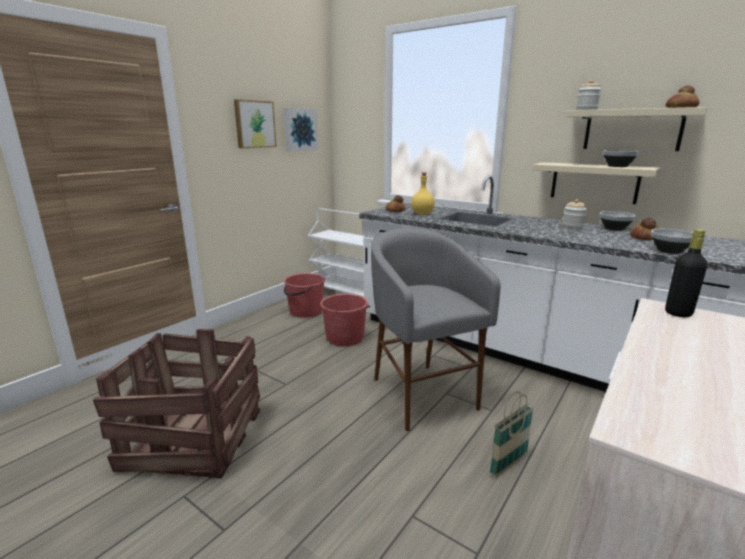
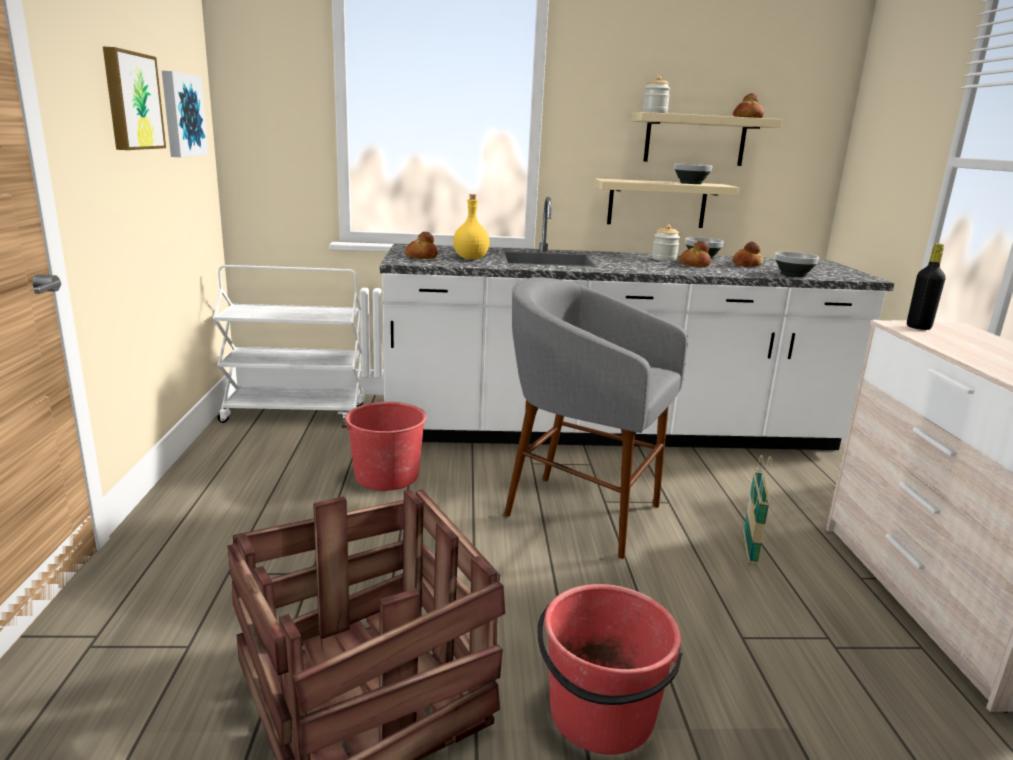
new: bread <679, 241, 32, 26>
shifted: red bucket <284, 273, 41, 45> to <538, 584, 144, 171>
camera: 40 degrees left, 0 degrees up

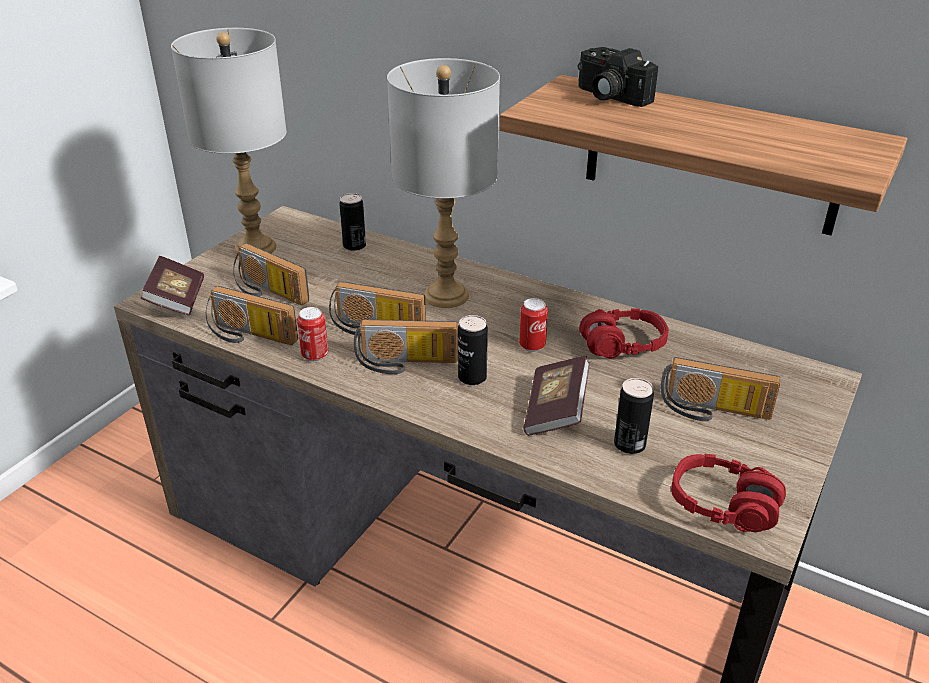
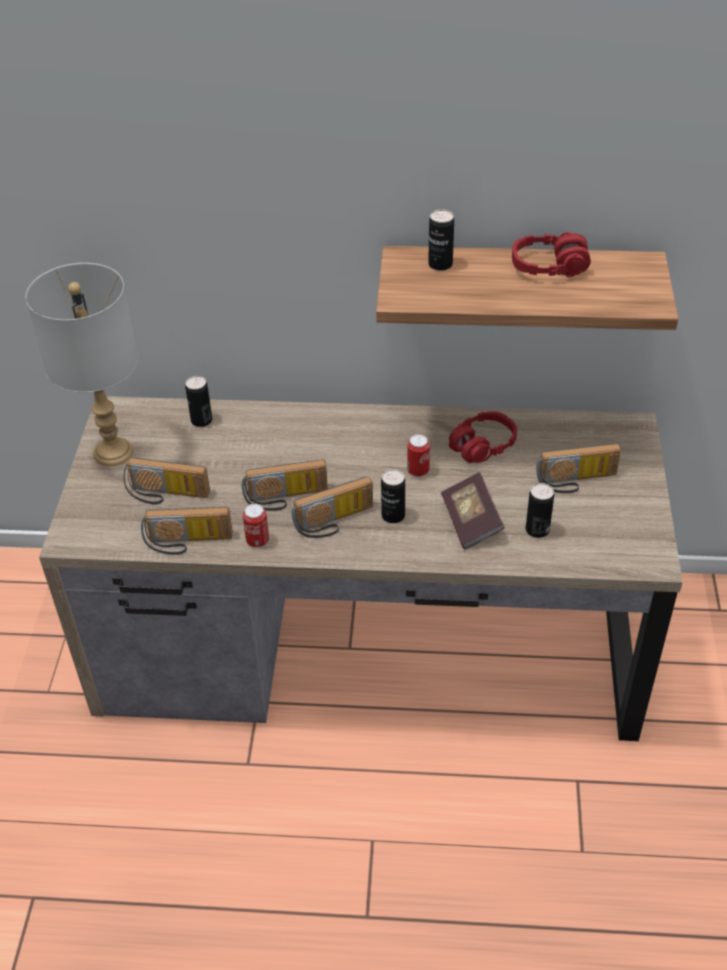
gone: book <141, 256, 63, 60>; grey table lamp <387, 58, 113, 250>
shifted: red headphones <671, 454, 115, 78> to <512, 232, 79, 45>
swapped: photo camera <578, 47, 80, 60> to can <428, 209, 26, 62>
camera: 25 degrees left, 10 degrees up

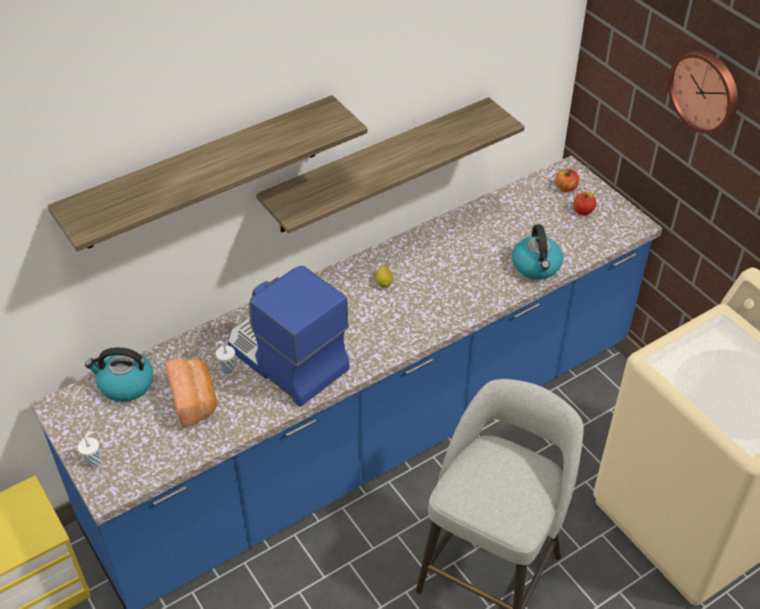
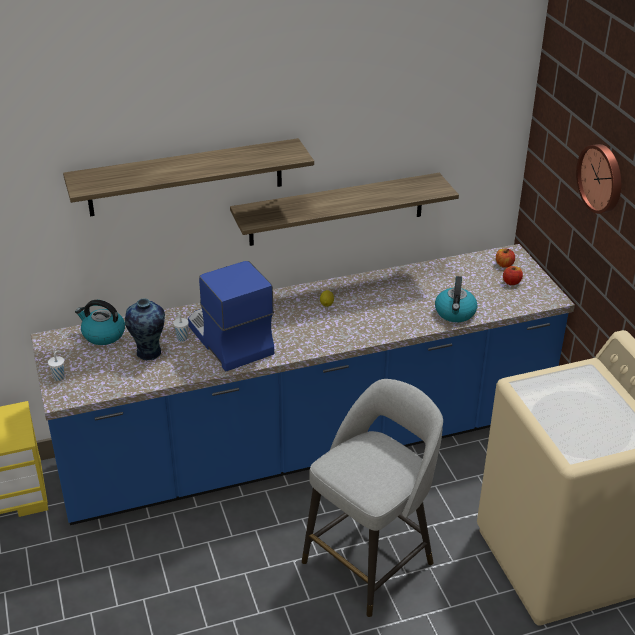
swapped: bread <165, 358, 52, 69> to vase <125, 298, 40, 63>
camera: 15 degrees right, 10 degrees down

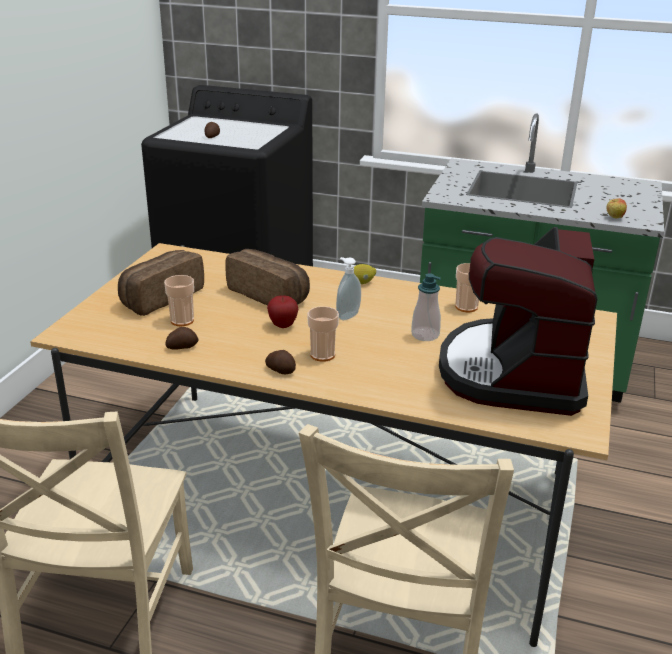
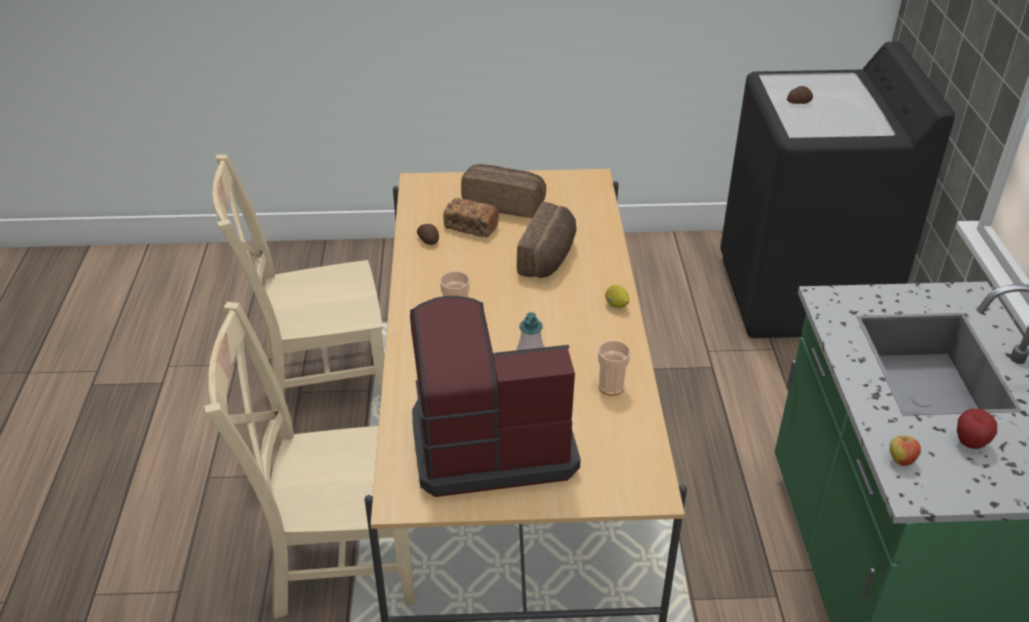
gone: potato <265, 350, 31, 24>; soap dispenser <336, 257, 25, 63>
shifted: apple <267, 296, 32, 32> to <957, 409, 40, 40>
swapped: cup <164, 275, 30, 51> to bread <443, 198, 56, 39>
camera: 70 degrees right, 10 degrees up

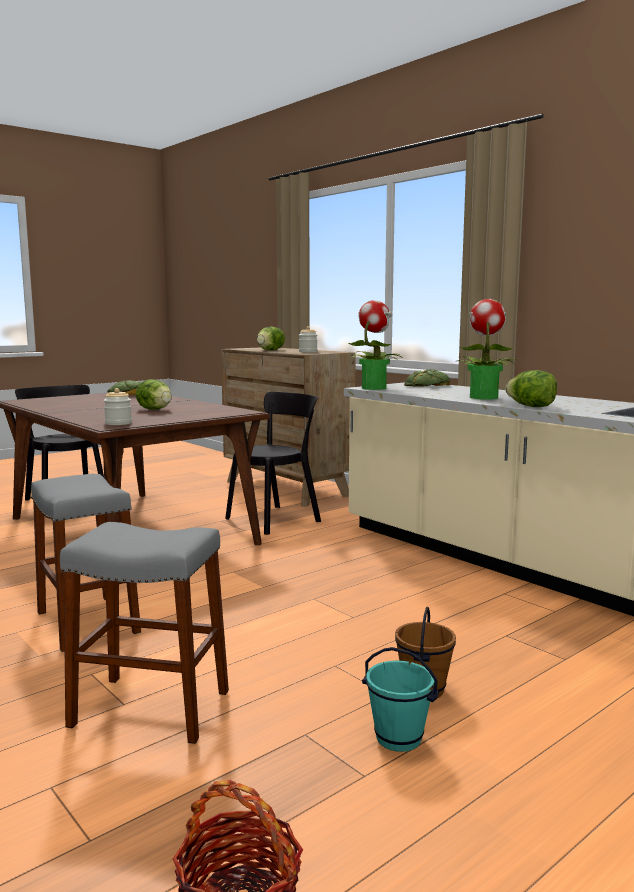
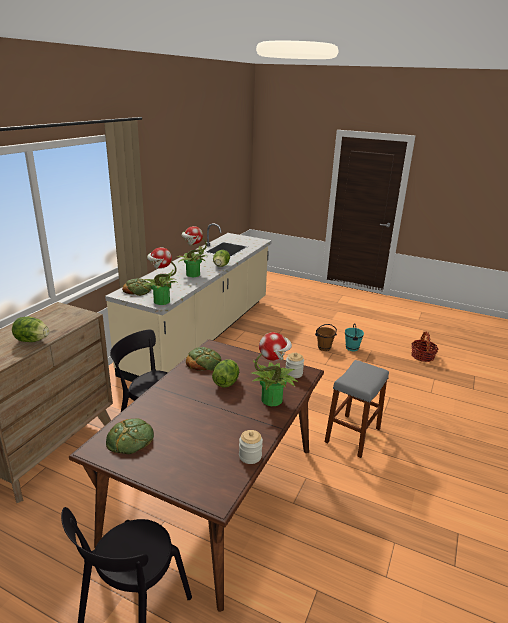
gone: grey stool <60, 522, 169, 222>
new: bread <186, 347, 36, 24>; potted plant <250, 332, 48, 74>
shifted: jar <299, 326, 18, 27> to <239, 430, 24, 34>
camera: 115 degrees left, 15 degrees up

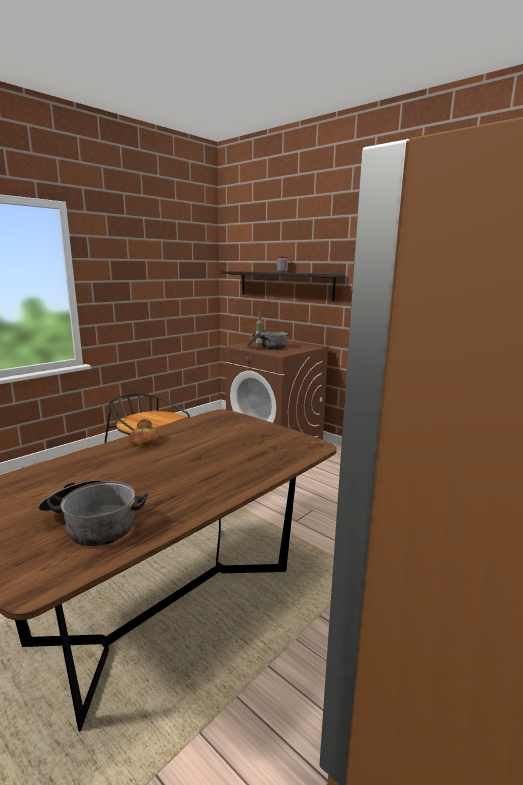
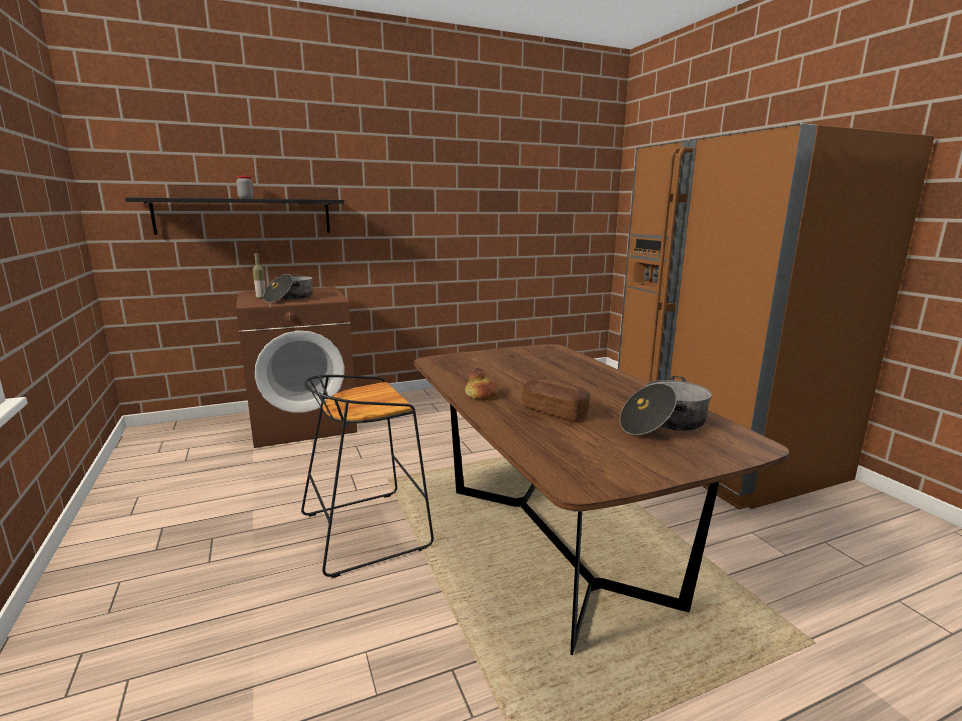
new: bread <521, 378, 69, 42>
camera: 65 degrees left, 0 degrees up

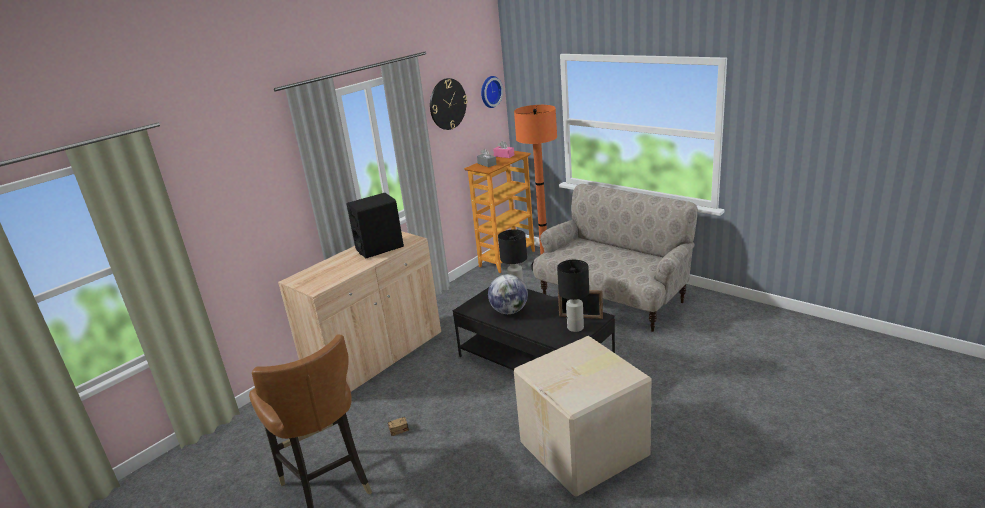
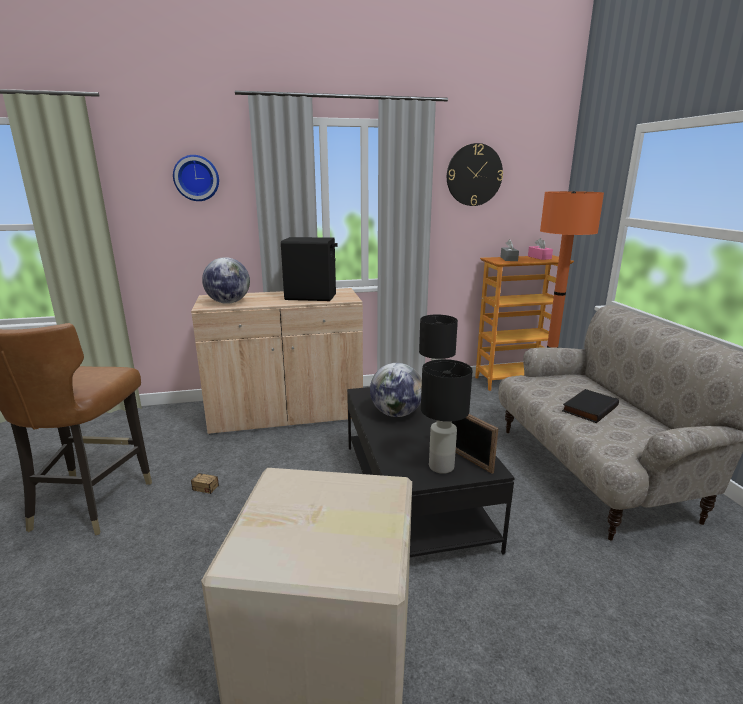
new: globe <202, 257, 48, 47>; black book <562, 389, 57, 34>
shifted: wall clock <481, 76, 22, 32> to <173, 155, 46, 46>
camera: 35 degrees right, 5 degrees down

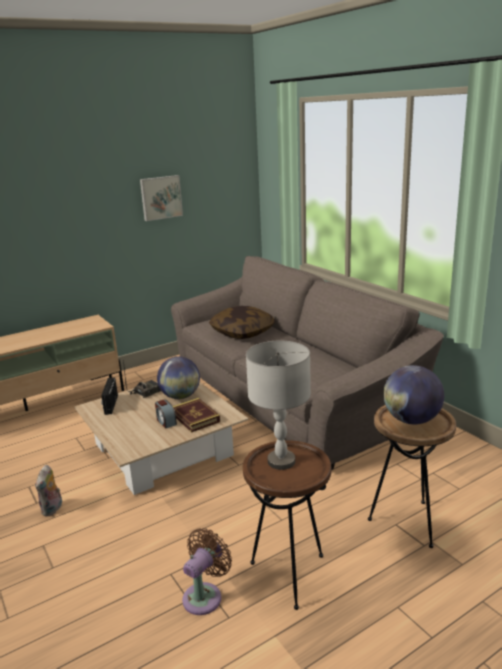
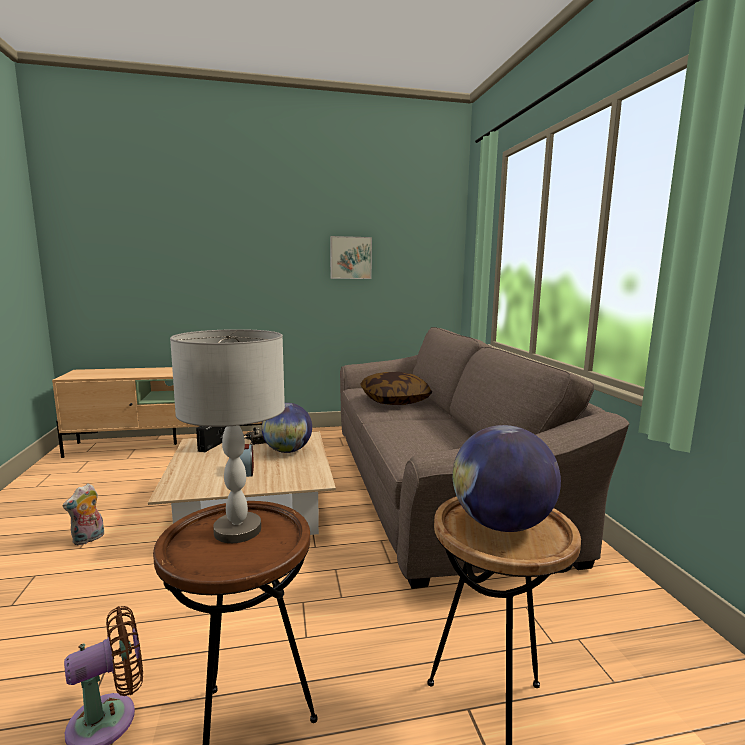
gone: book <173, 398, 47, 35>
camera: 20 degrees right, 10 degrees down

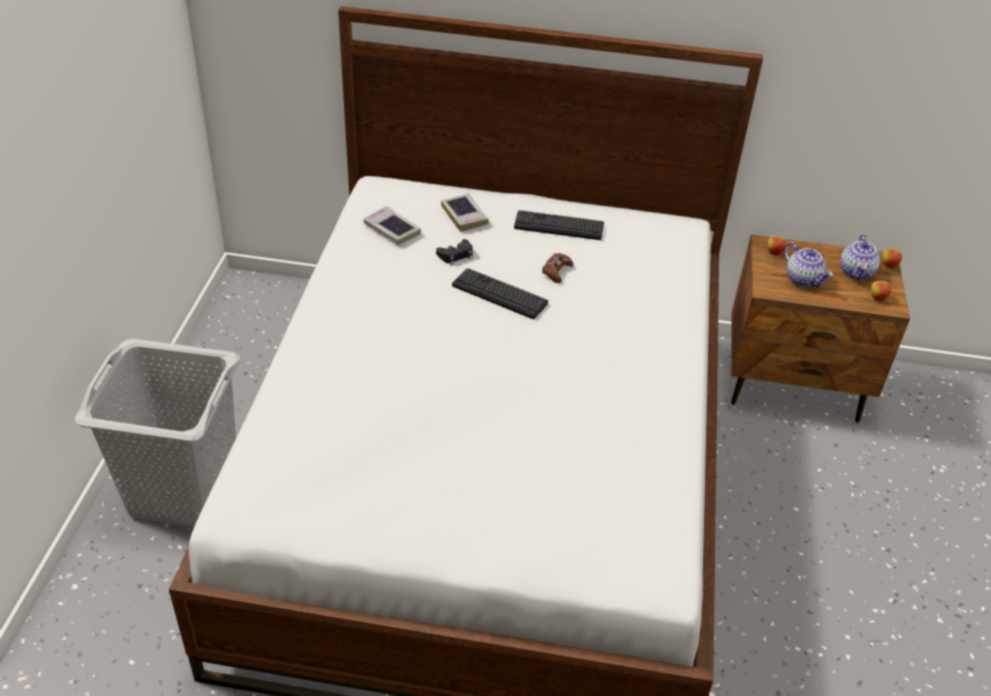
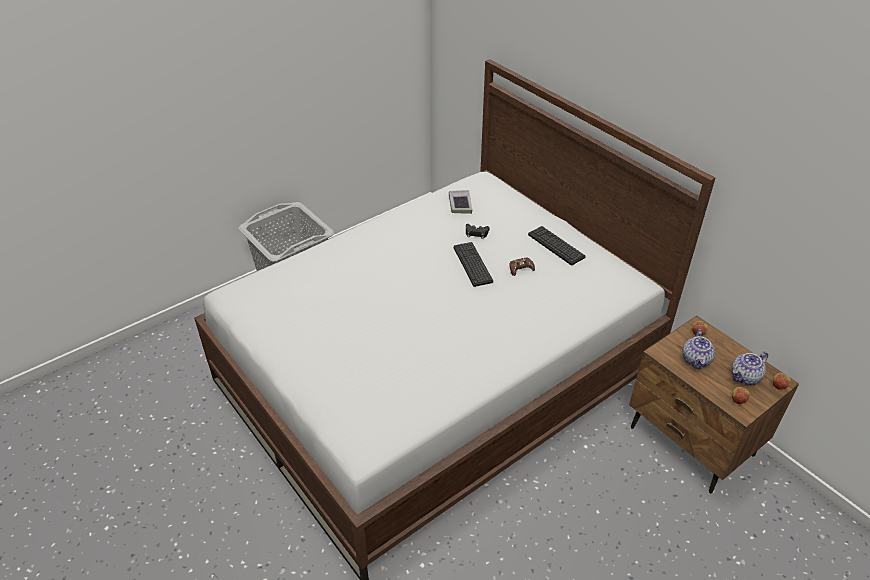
gone: book <441, 194, 48, 38>
camera: 45 degrees right, 0 degrees up

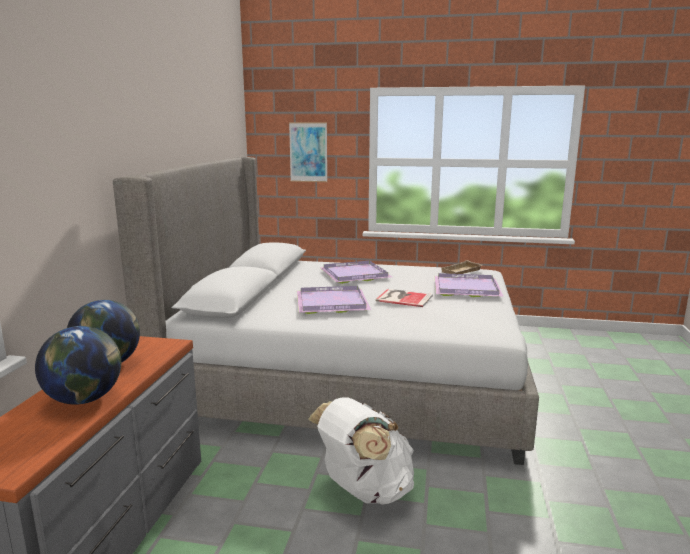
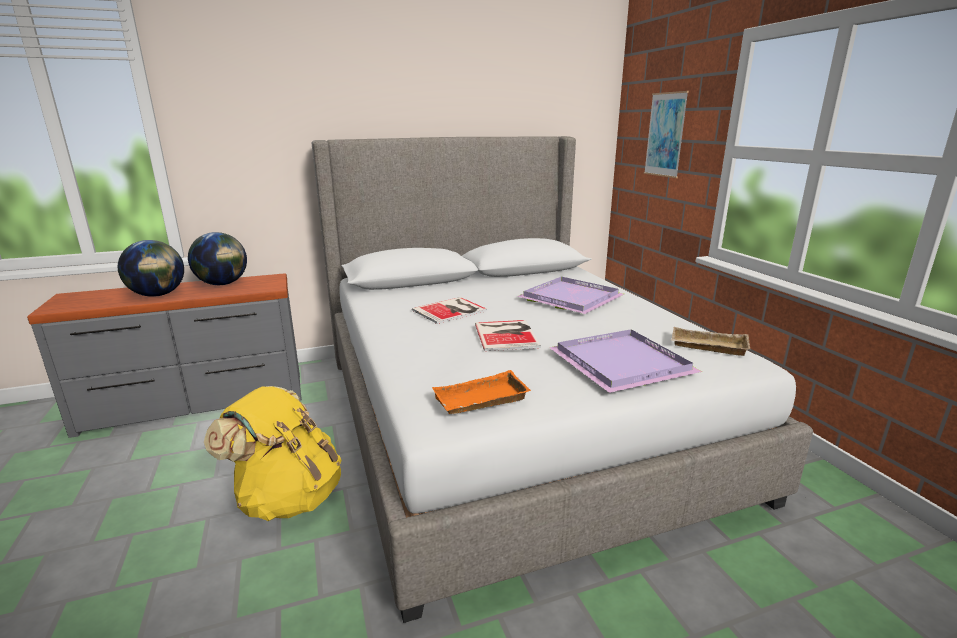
new: orange tray <432, 370, 99, 44>
swapped: purple tray <297, 286, 74, 28> to book <412, 297, 75, 27>
repainted: white backpack <308, 397, 106, 108> to yellow backpack <204, 386, 138, 135>
camera: 60 degrees right, 5 degrees up

